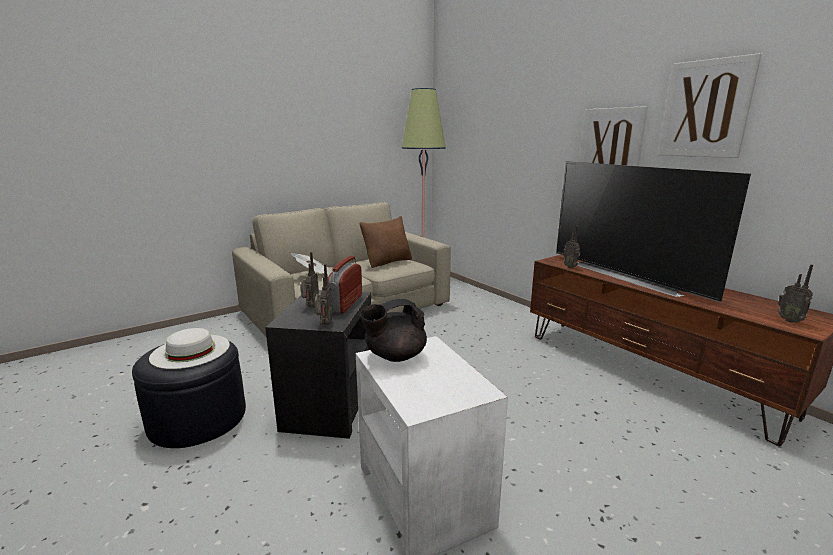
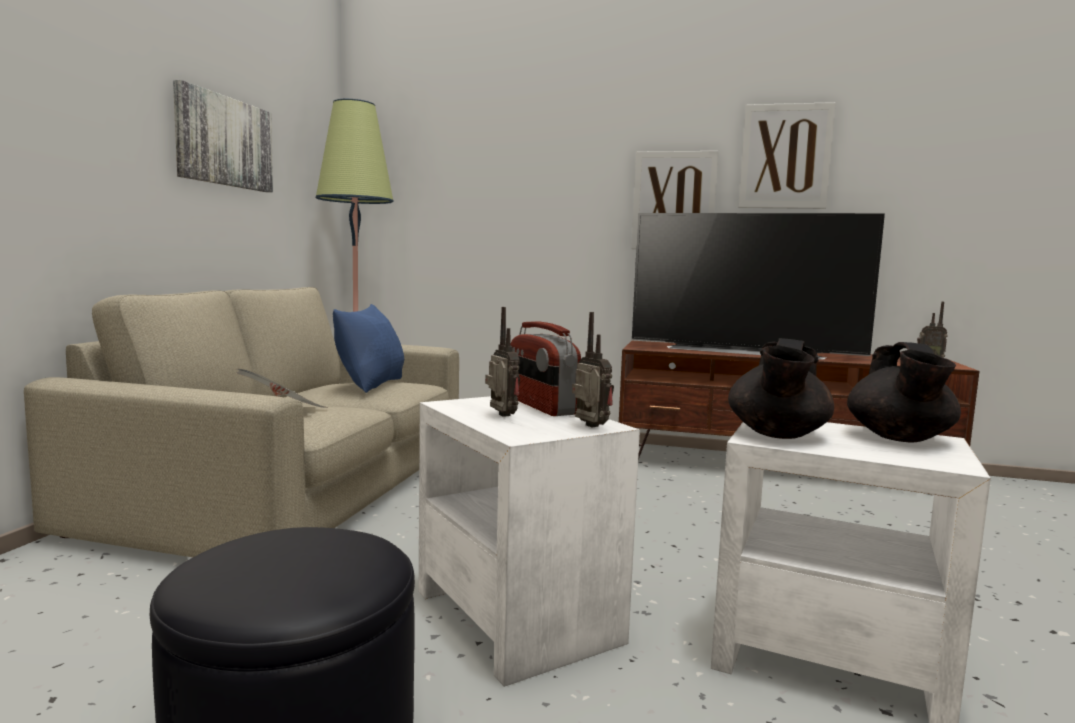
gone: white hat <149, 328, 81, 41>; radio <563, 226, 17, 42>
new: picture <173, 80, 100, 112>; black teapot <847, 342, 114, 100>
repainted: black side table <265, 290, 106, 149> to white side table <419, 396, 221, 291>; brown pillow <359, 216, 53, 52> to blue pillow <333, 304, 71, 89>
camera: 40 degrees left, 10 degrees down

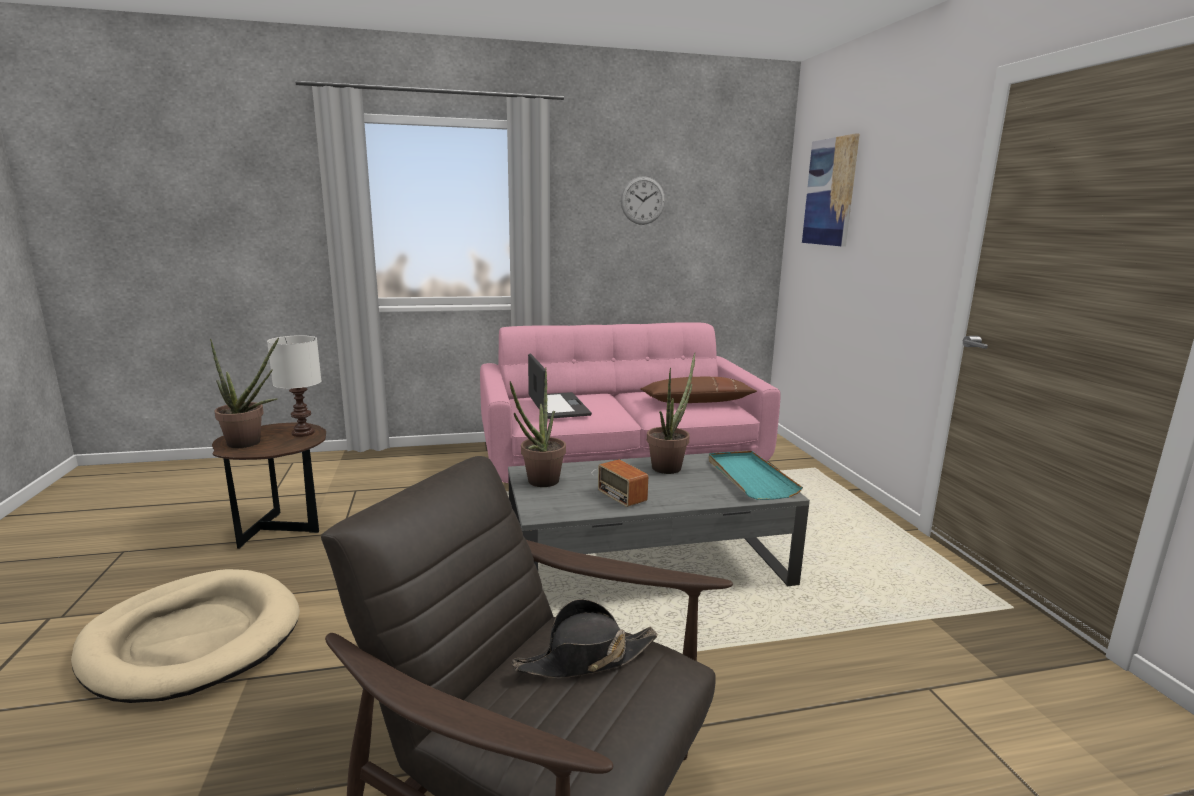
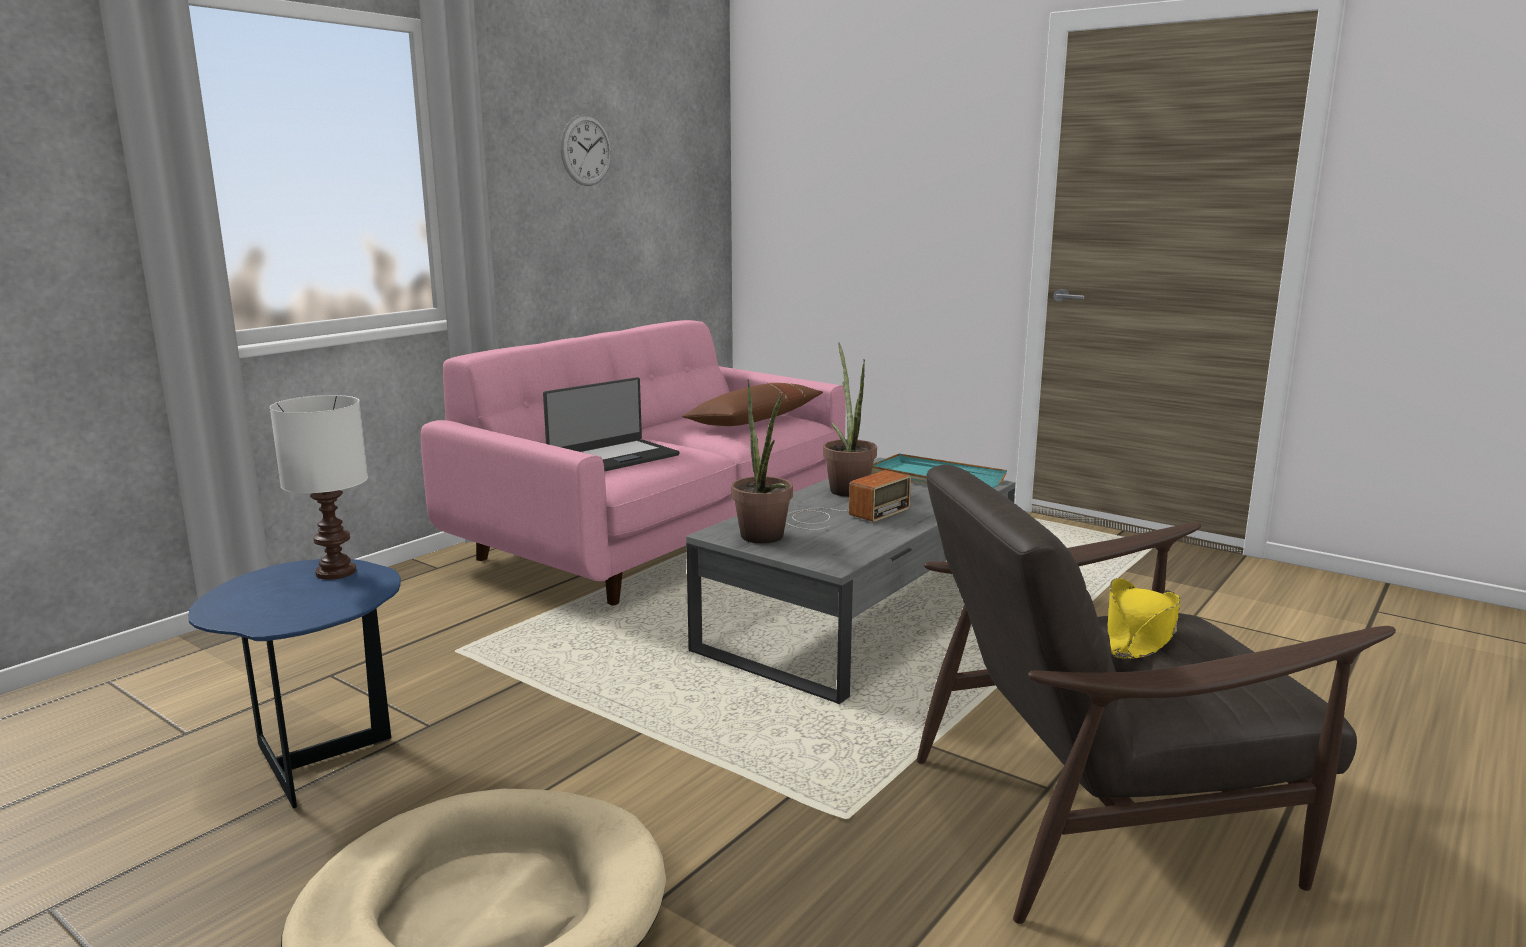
gone: potted plant <210, 338, 69, 110>; picture <802, 133, 58, 114>
repainted: brown side table <212, 422, 114, 127> to blue side table <189, 559, 212, 250>; black hat <512, 599, 146, 79> to yellow hat <1108, 578, 72, 81>
rotated: laptop <528, 353, 64, 66> = <543, 377, 136, 94> 105 degrees clockwise; radio <592, 459, 57, 48> = <786, 470, 125, 60> 60 degrees counterclockwise
camera: 40 degrees left, 0 degrees up

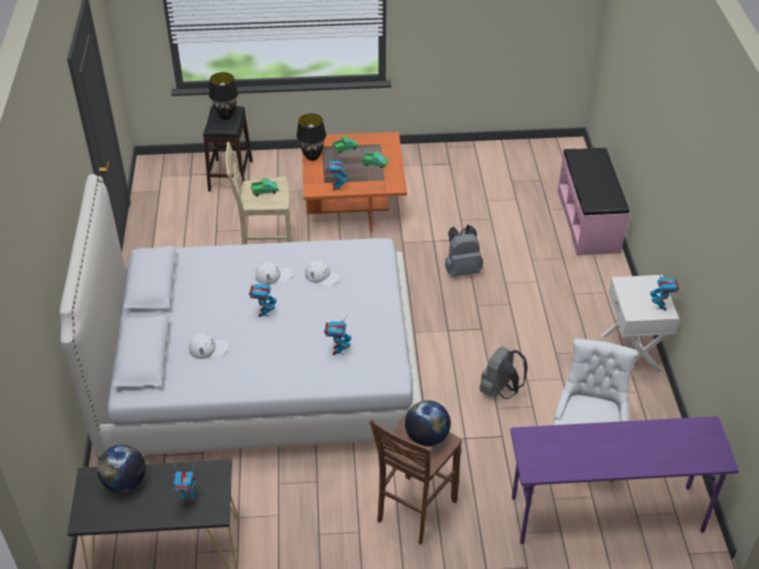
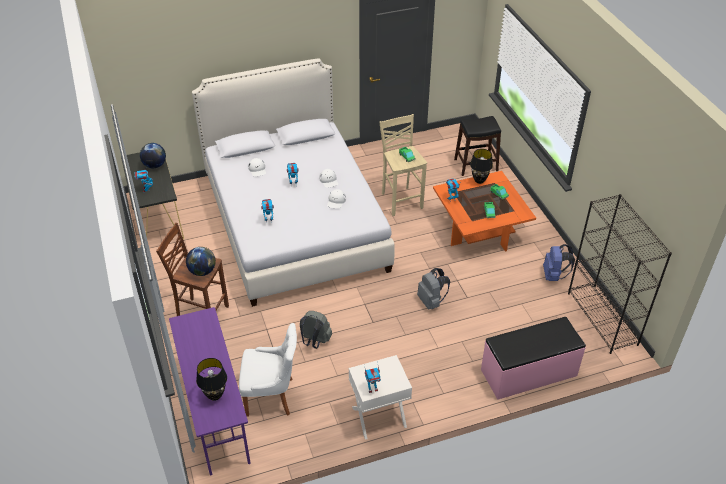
new: blue backpack <543, 244, 32, 37>; black bookcase <568, 194, 104, 160>
shifted: black table lamp <209, 72, 29, 48> to <196, 358, 31, 43>
camera: 75 degrees right, 0 degrees up

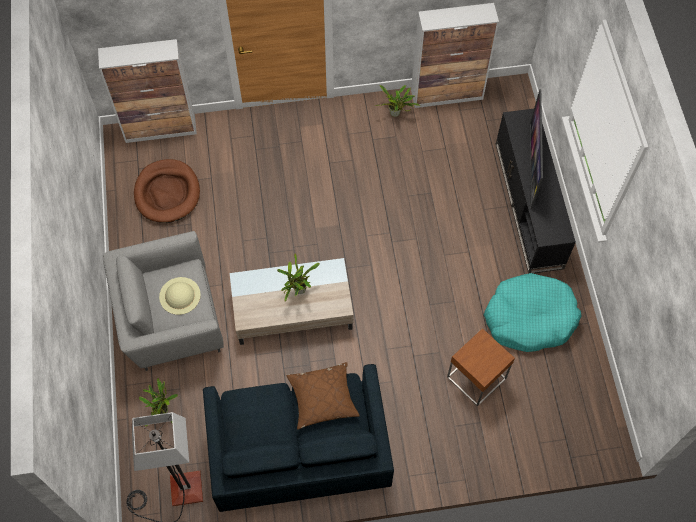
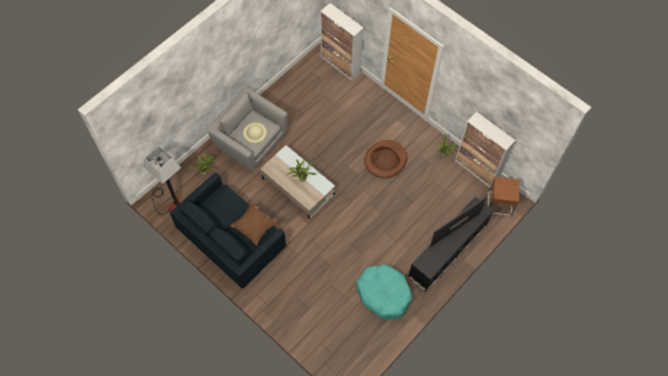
shifted: brown dog bed <134, 159, 66, 64> to <364, 140, 43, 38>; brown side table <447, 328, 68, 78> to <488, 177, 32, 39>
camera: 50 degrees right, 0 degrees up

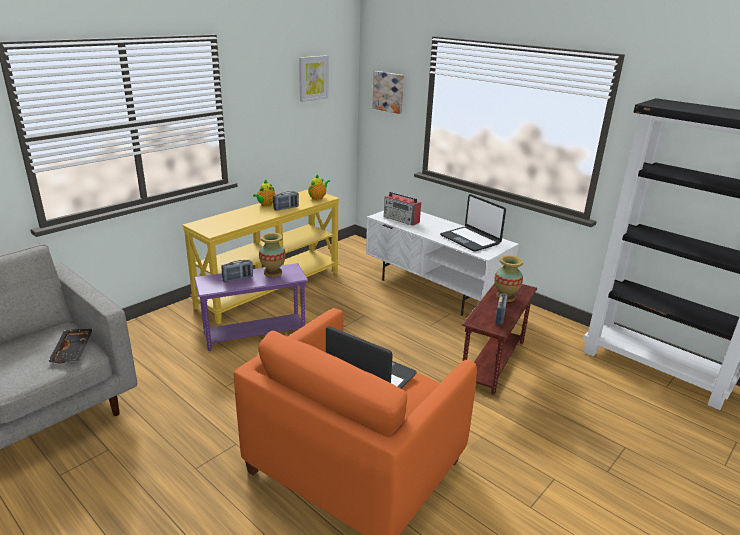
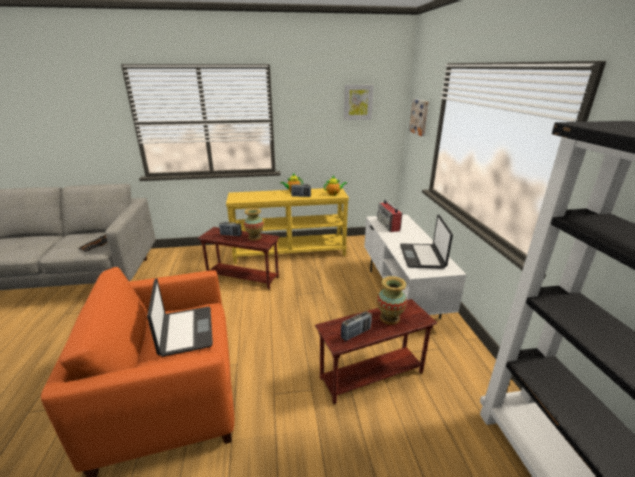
repainted: purple side table <194, 263, 114, 88> to brown side table <198, 227, 82, 62>
camera: 40 degrees right, 0 degrees up

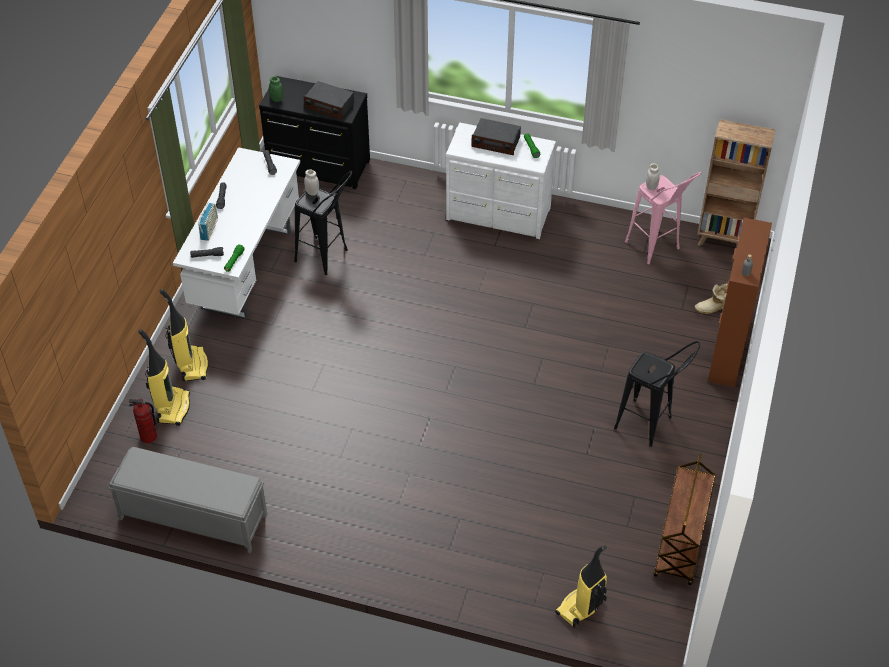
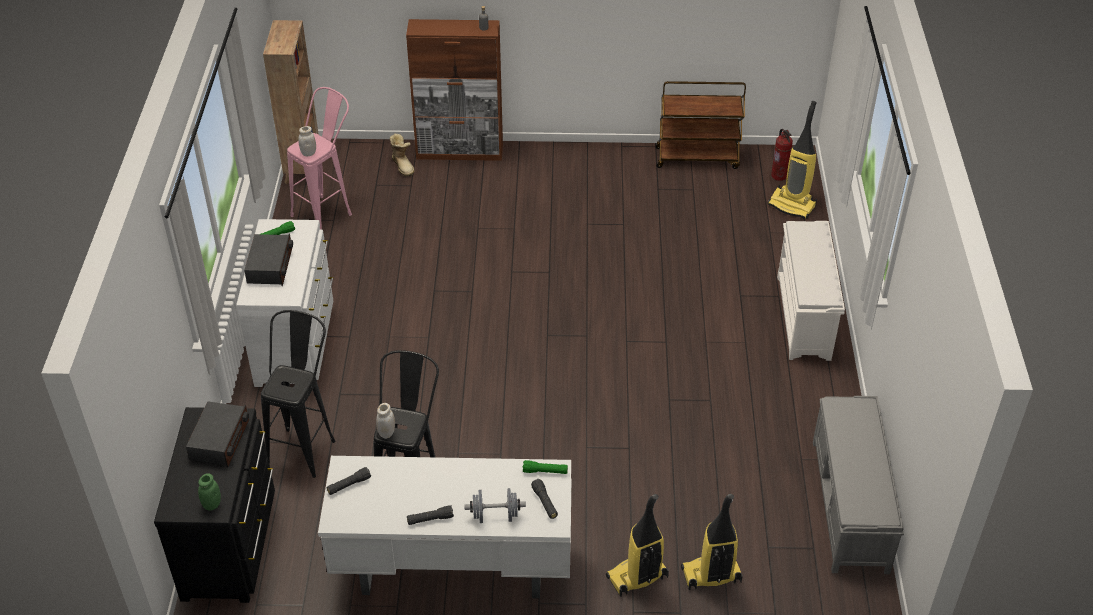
new: white shoe rack <777, 221, 68, 140>
shifted: fire extinguisher <129, 398, 29, 45> to <771, 129, 22, 52>; black stool <614, 341, 86, 106> to <261, 310, 74, 168>
swapped: radio <198, 203, 20, 38> to grey dumbbell <464, 488, 62, 35>
camera: 105 degrees left, 5 degrees down

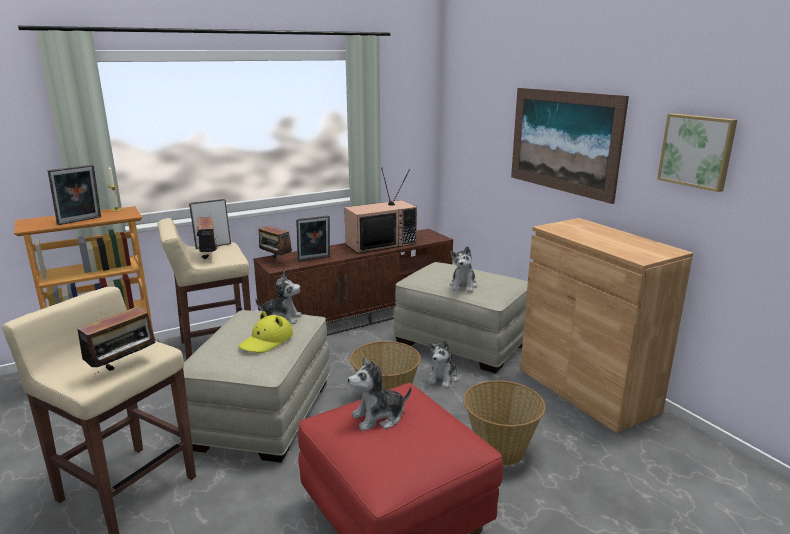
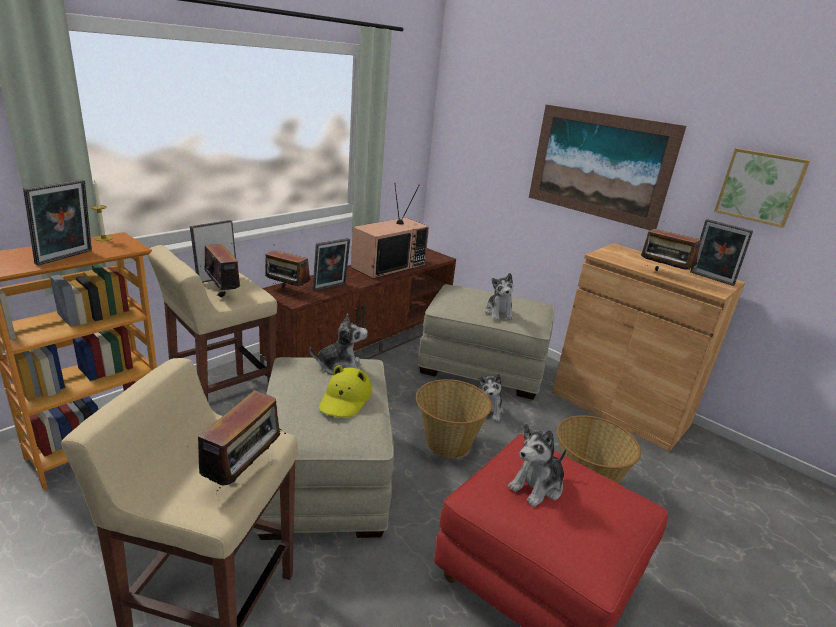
new: radio <639, 221, 62, 50>; picture frame <690, 219, 63, 67>
camera: 20 degrees left, 5 degrees up

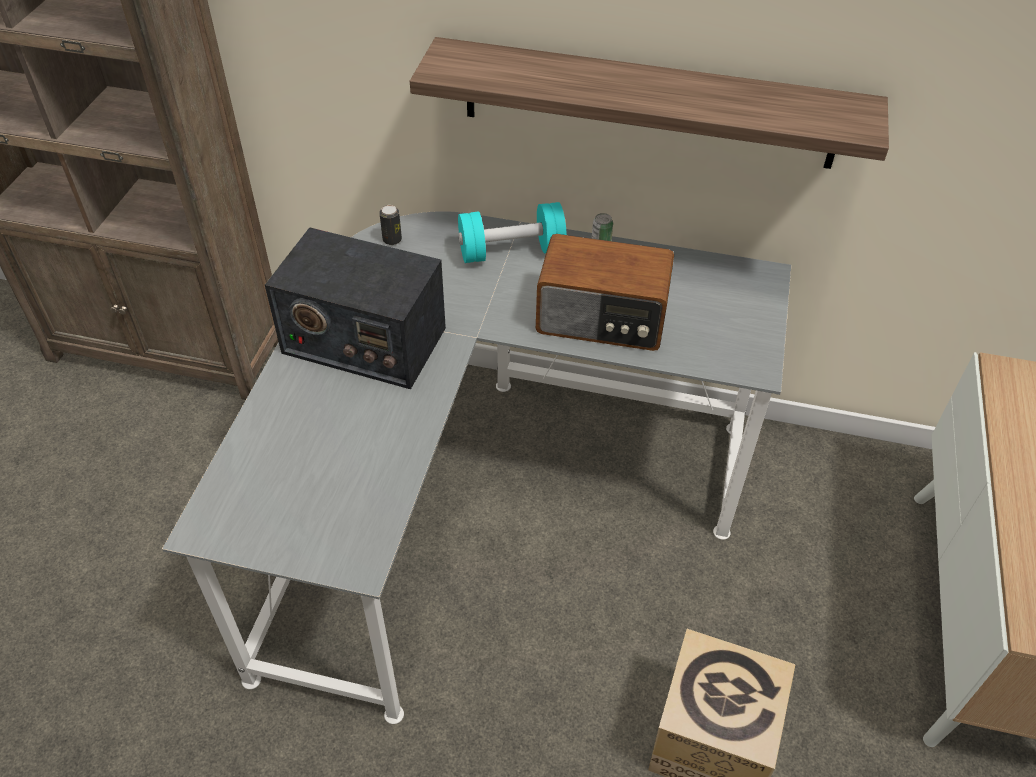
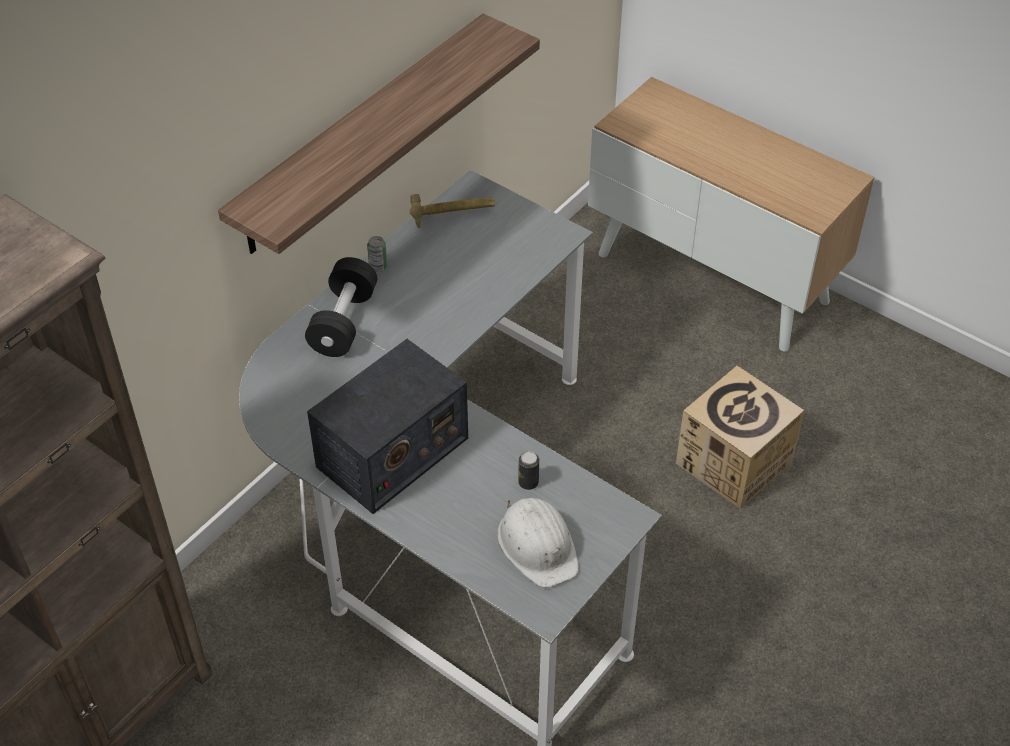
gone: radio <536, 234, 138, 117>
new: hammer <410, 194, 85, 34>; white hard hat <497, 498, 82, 90>
shifted: can <379, 205, 23, 40> to <518, 451, 21, 39>
repainted: turquoise dumbbell <458, 202, 109, 61> to black dumbbell <305, 257, 72, 100>
camera: 65 degrees left, 0 degrees up

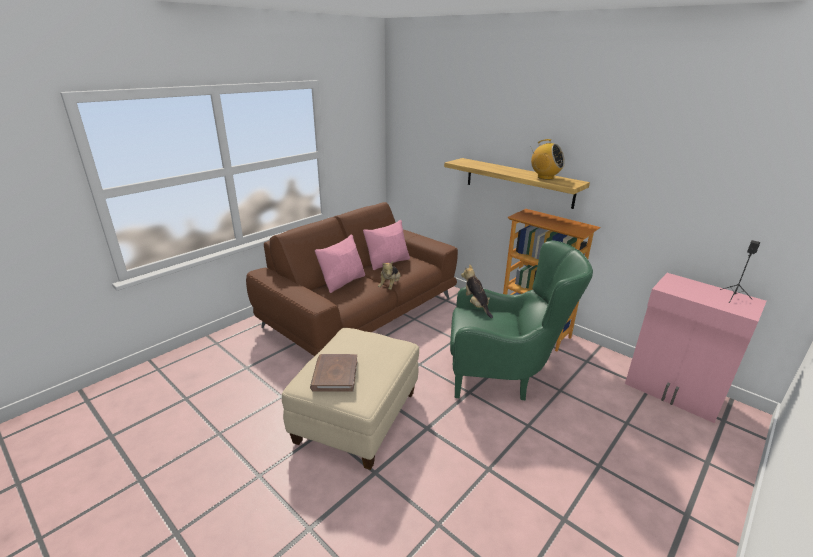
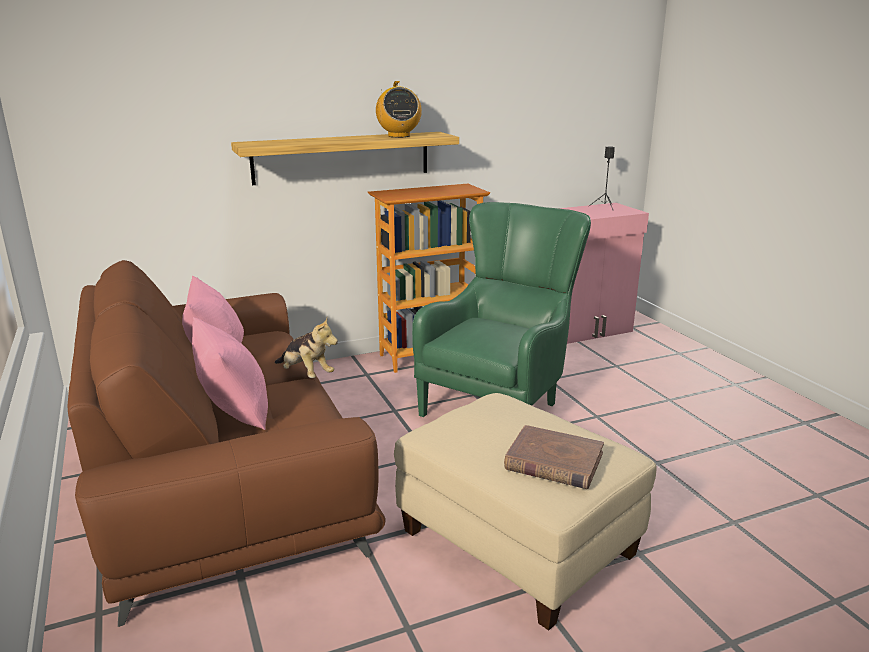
gone: plush toy <461, 264, 32, 54>
rotated: radio <530, 139, 35, 41> = <376, 81, 46, 57> 105 degrees clockwise
camera: 65 degrees left, 5 degrees down

